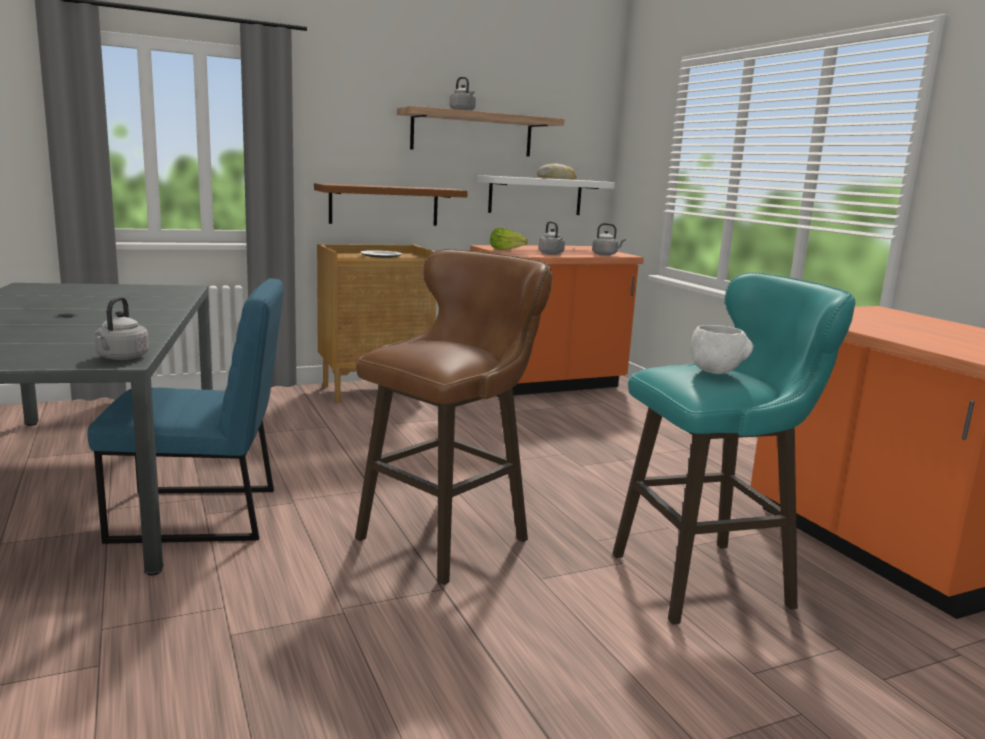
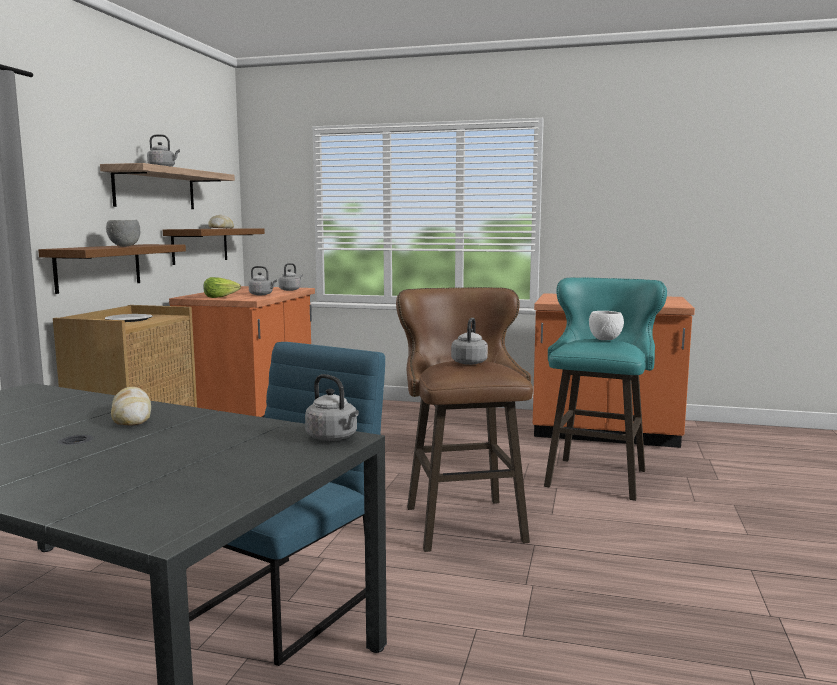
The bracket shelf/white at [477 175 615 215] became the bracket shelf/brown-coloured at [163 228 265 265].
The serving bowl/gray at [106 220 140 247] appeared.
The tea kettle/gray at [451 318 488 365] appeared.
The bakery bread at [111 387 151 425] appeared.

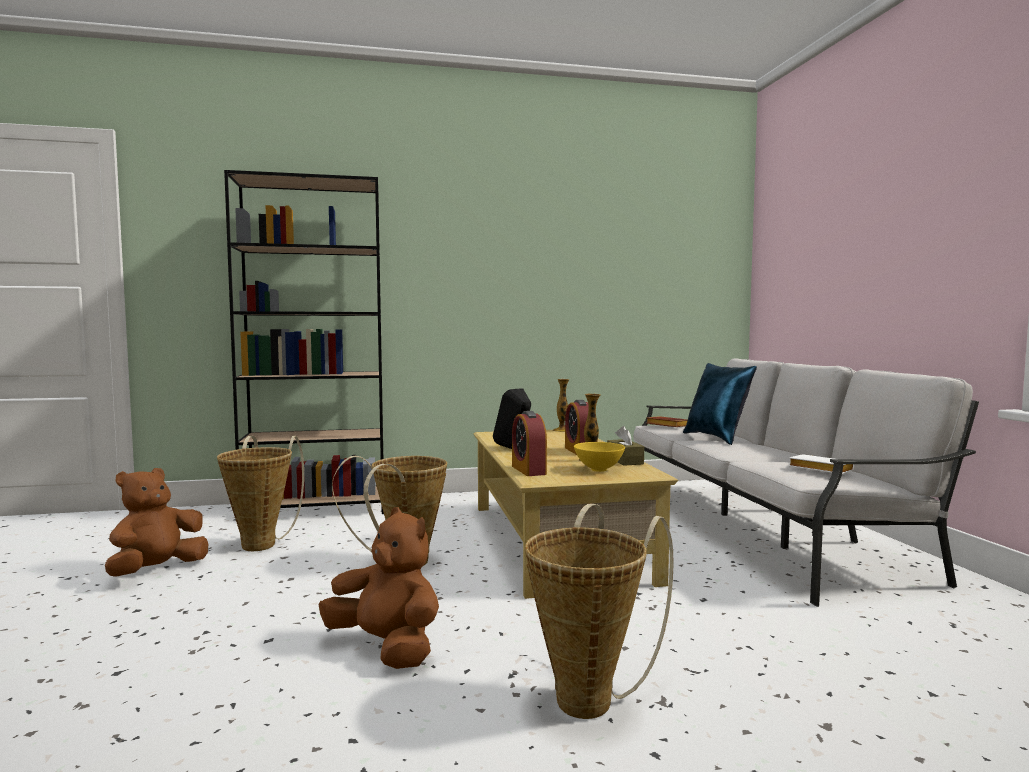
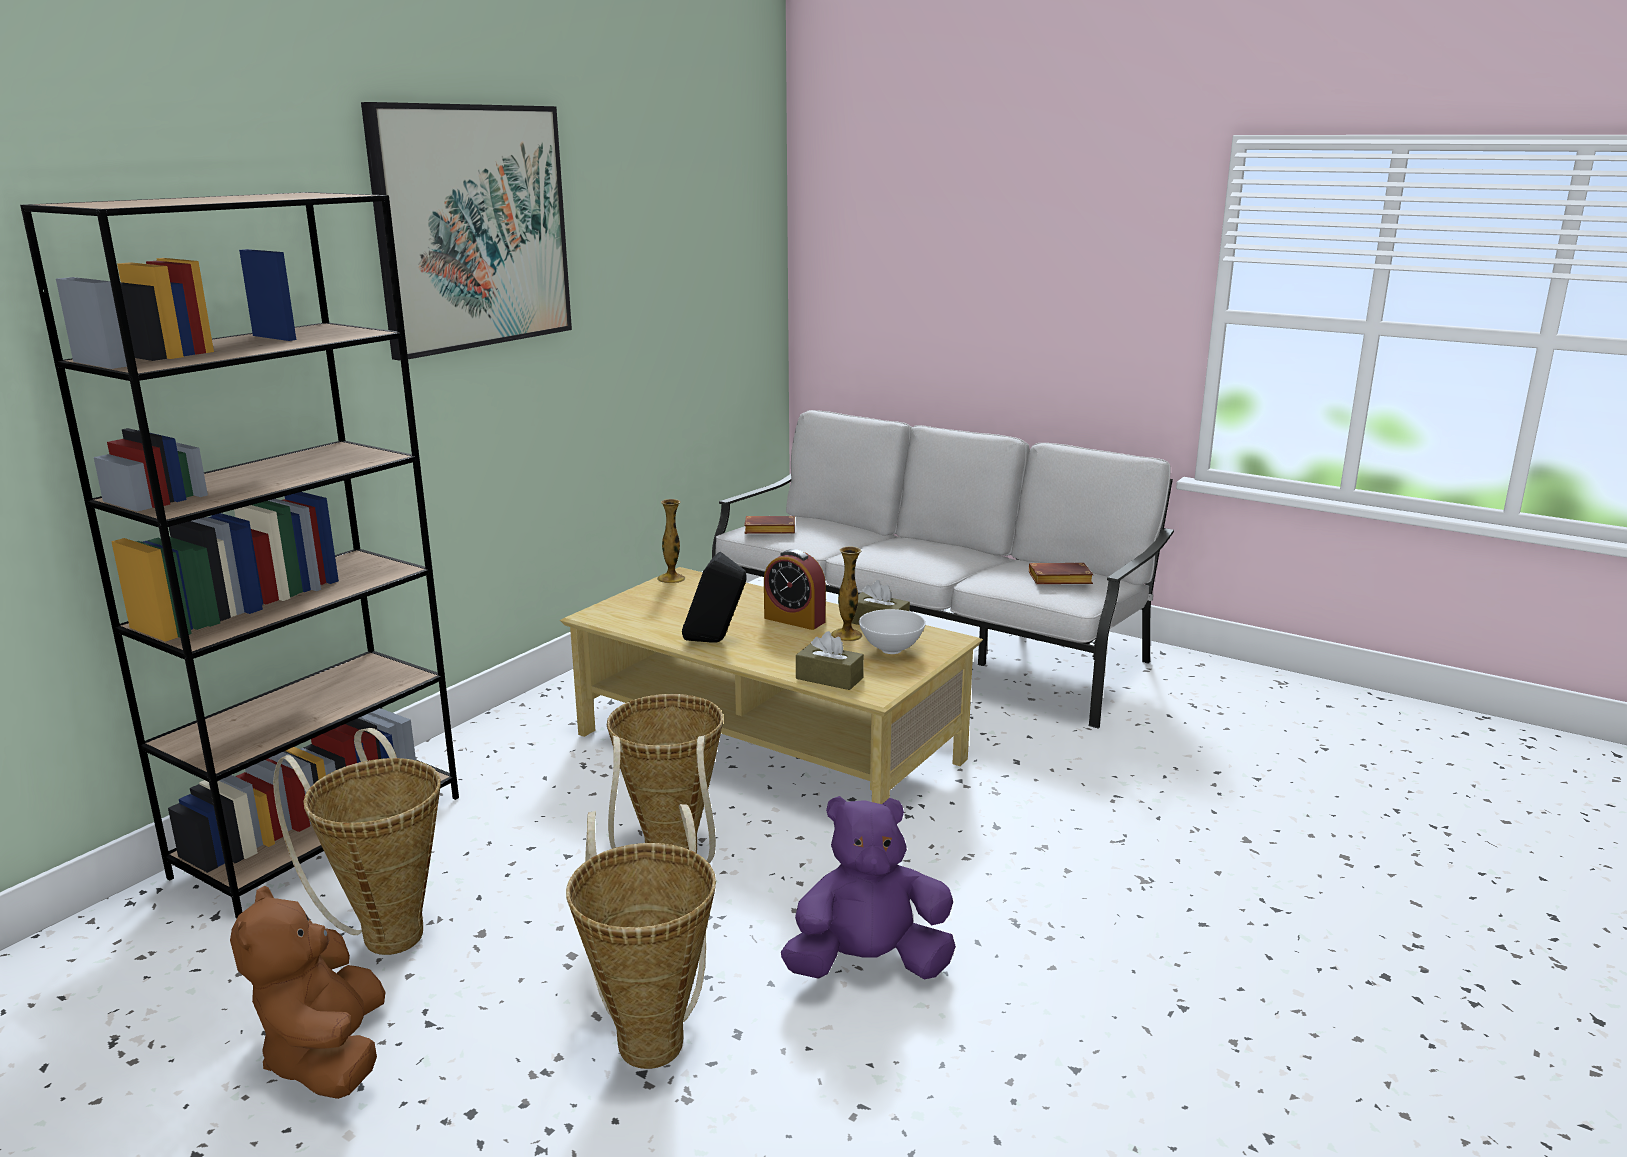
The throw pillow/blue at [683 363 757 445] disappeared.
The bedside clock at [512 411 547 476] was replaced by the tissue holder/brown-coloured at [796 631 864 690].
The serving bowl/yellowish at [574 442 625 472] became the serving bowl/white at [859 609 926 654].
The bound book/white at [789 454 854 474] became the bound book/brown-coloured at [1029 562 1094 584].
The household basket moved from [525 504 674 719] to [566 804 716 1069].
The plush toy/brown-coloured at [319 507 439 669] became the plush toy/purple at [781 796 956 979].
The wall art at [361 102 572 361] appeared.

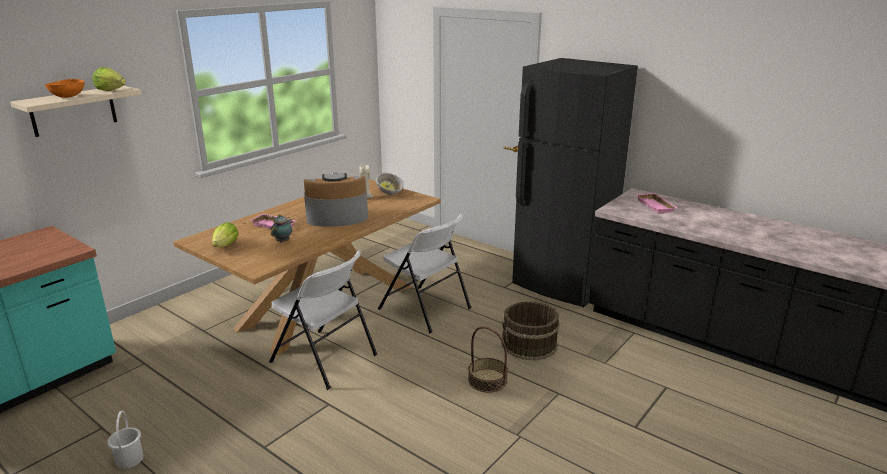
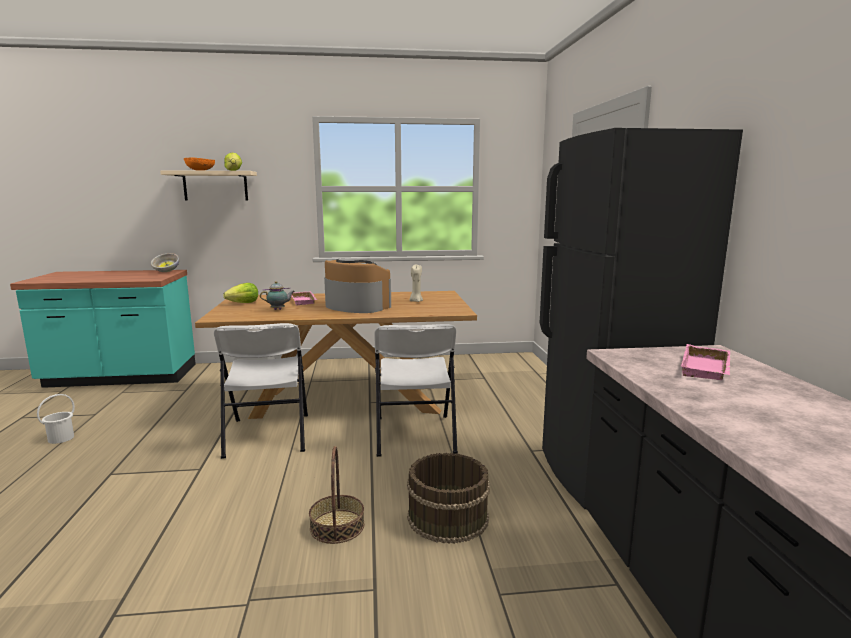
The serving bowl moved from [376 173 404 195] to [151 253 179 272].

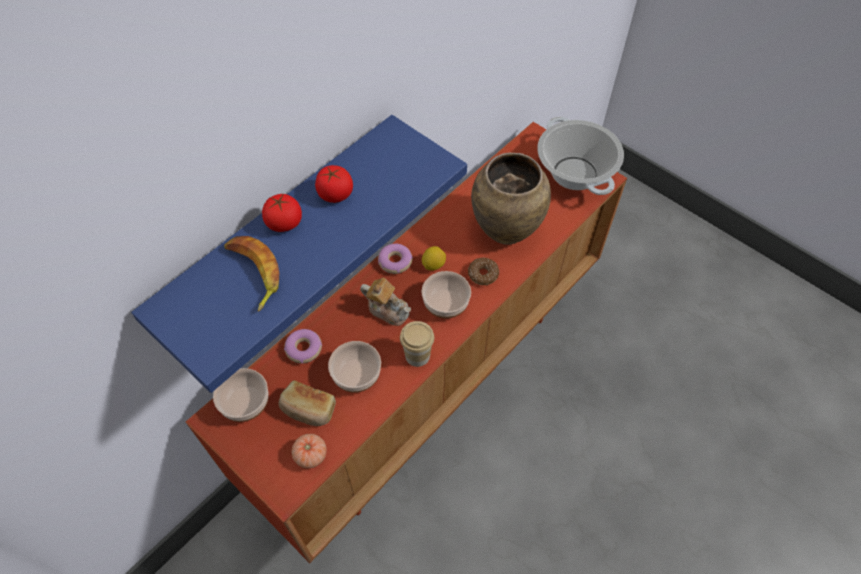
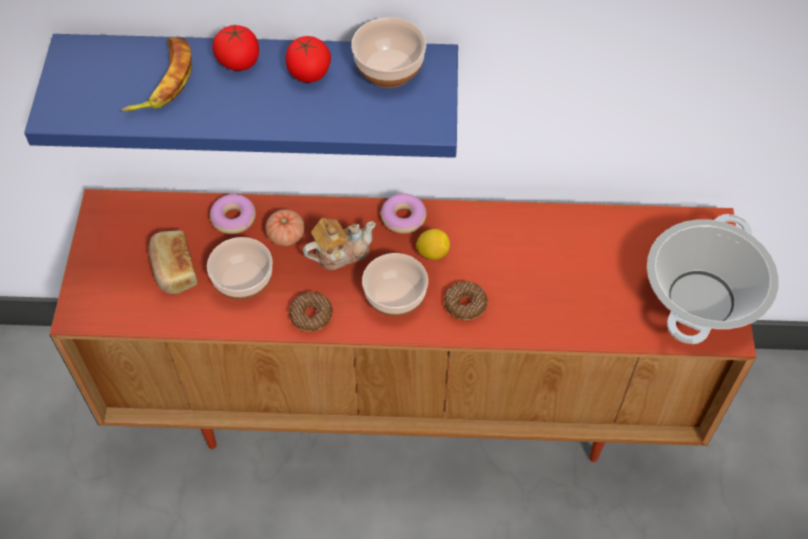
The decorative vase/brown-coloured at [471 153 551 245] disappeared.
The pot for tea at [360 278 411 326] turned 105 degrees counterclockwise.
The small cup at [400 321 434 367] was replaced by the doughnut at [289 292 333 331].
The serving bowl moved from [213 368 268 422] to [351 17 426 88].
The tomato moved from [292 434 327 468] to [265 209 305 246].

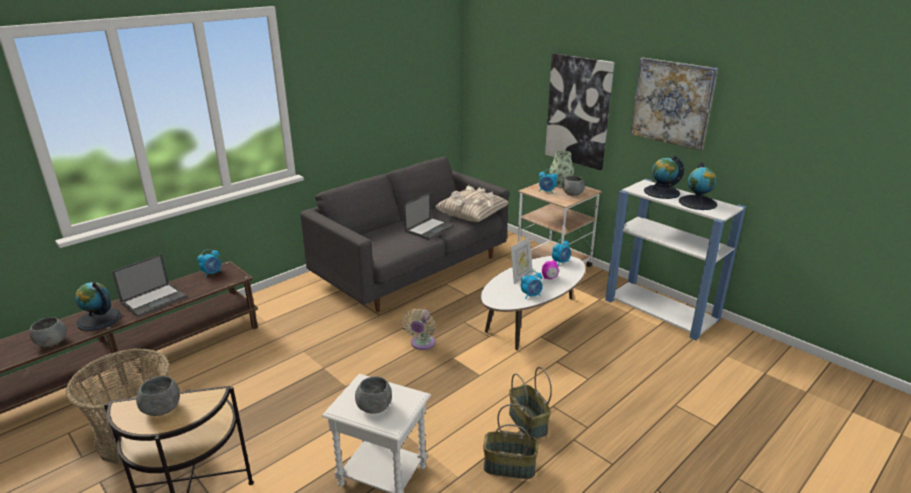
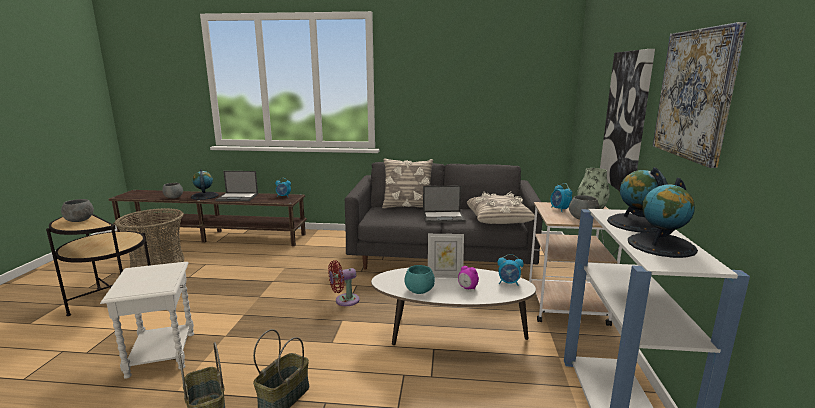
The bedside clock at [521 271 543 299] was replaced by the serving bowl/turquoise-coloured at [404 265 435 294].
The cooling fan/beige-coloured at [402 309 436 350] became the cooling fan/red at [328 260 360 306].
The serving bowl/gray at [355 376 392 414] disappeared.
The throw pillow/beige-coloured at [382 158 433 209] appeared.

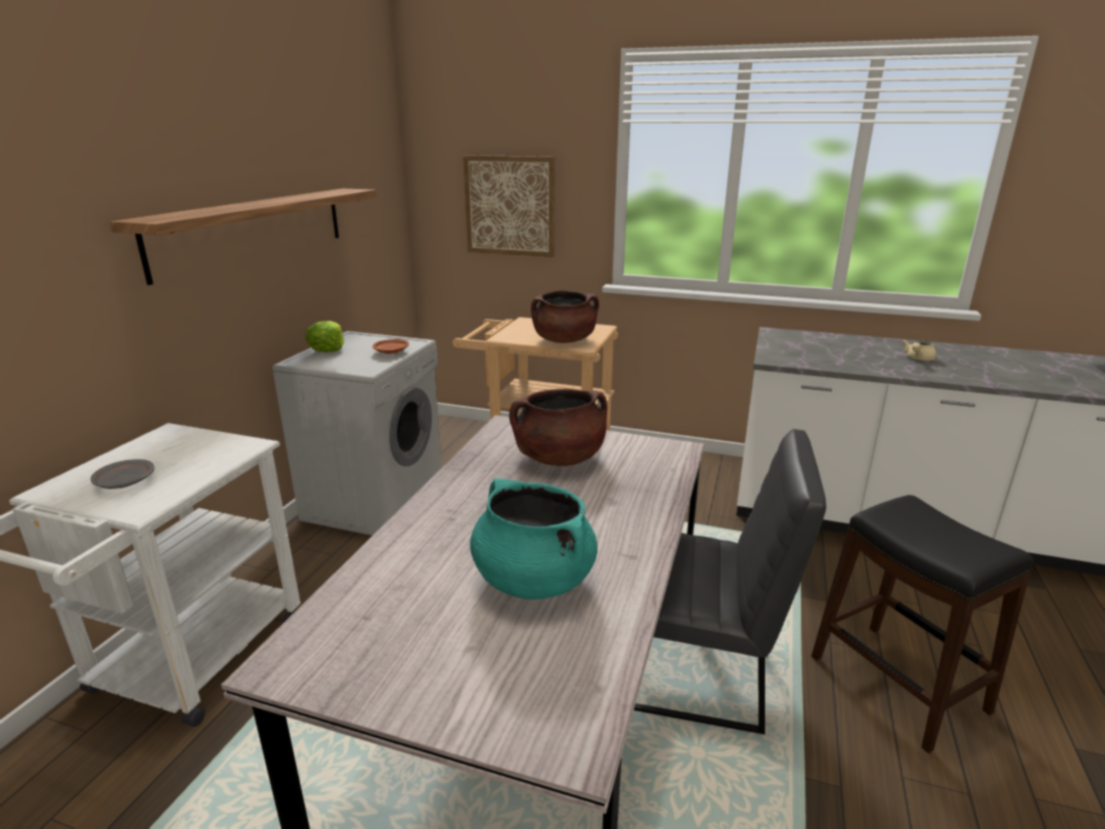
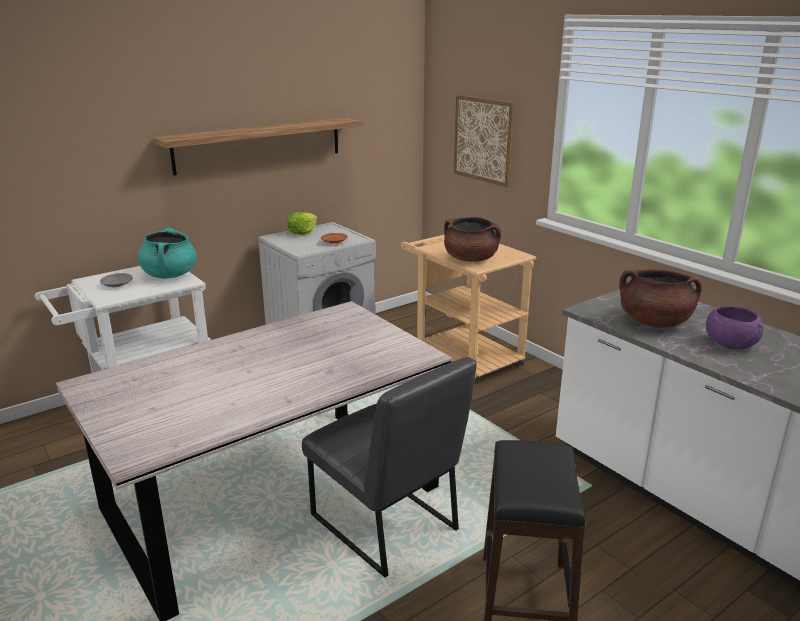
The pot for tea/beige-coloured at [902 339 937 361] was replaced by the serving bowl/purple at [706 306 763 350].
The stockpot/brown-coloured moved from [509 388 607 466] to [619 269 702 327].
The stockpot/turquoise-coloured moved from [470 478 598 599] to [138 228 197 278].

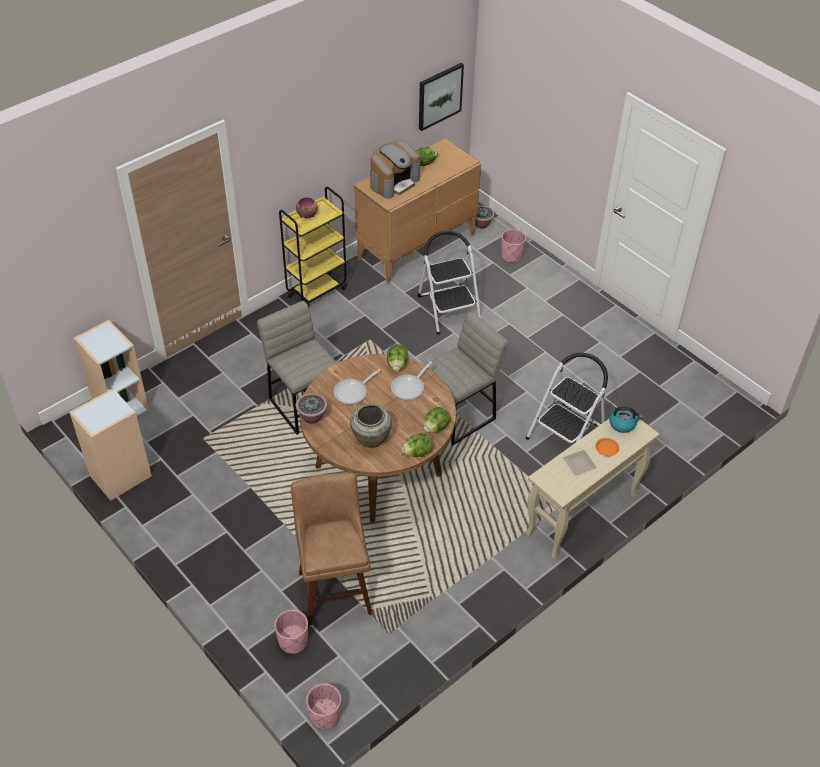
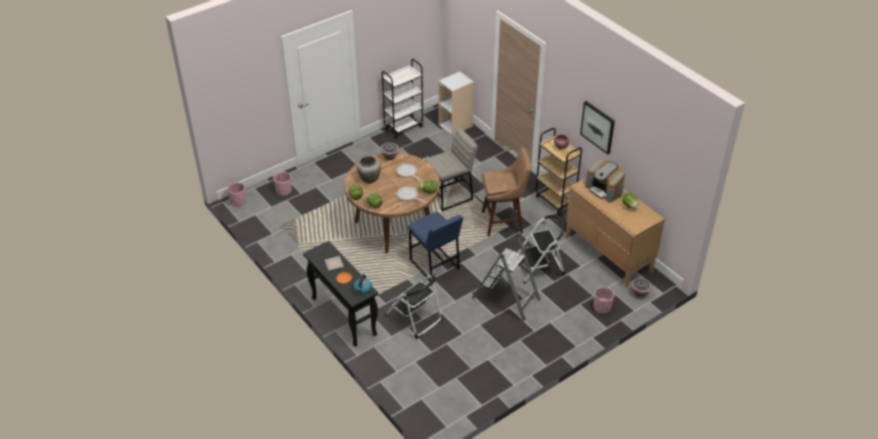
The wall art moved from [419 63 464 131] to [580 101 615 155].
The wheeled cart/yellowish at [279 187 347 307] became the wheeled cart/brown-coloured at [536 128 582 216].
The upright chair/gray at [425 312 508 445] became the upright chair/blue at [408 212 463 282].
The shelving unit at [69 388 152 501] was replaced by the wheeled cart/white at [382 59 423 139].
The hall table/beige-coloured at [526 416 659 559] became the hall table/blackish at [303 241 378 347].
The sitting stool/brown-coloured moved from [291 472 373 626] to [482 147 532 237].
The step stool/gray at [472 234 541 321] appeared.

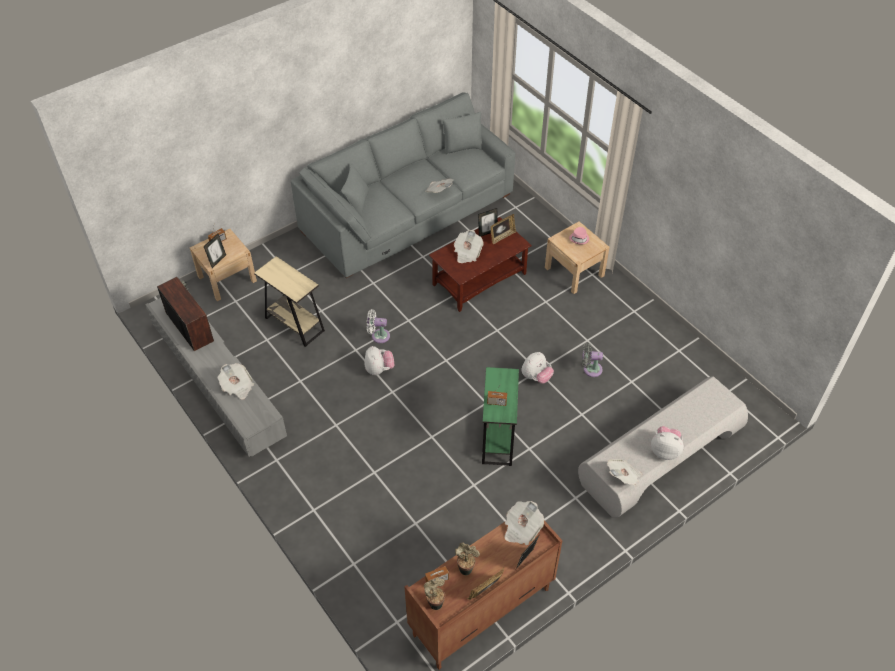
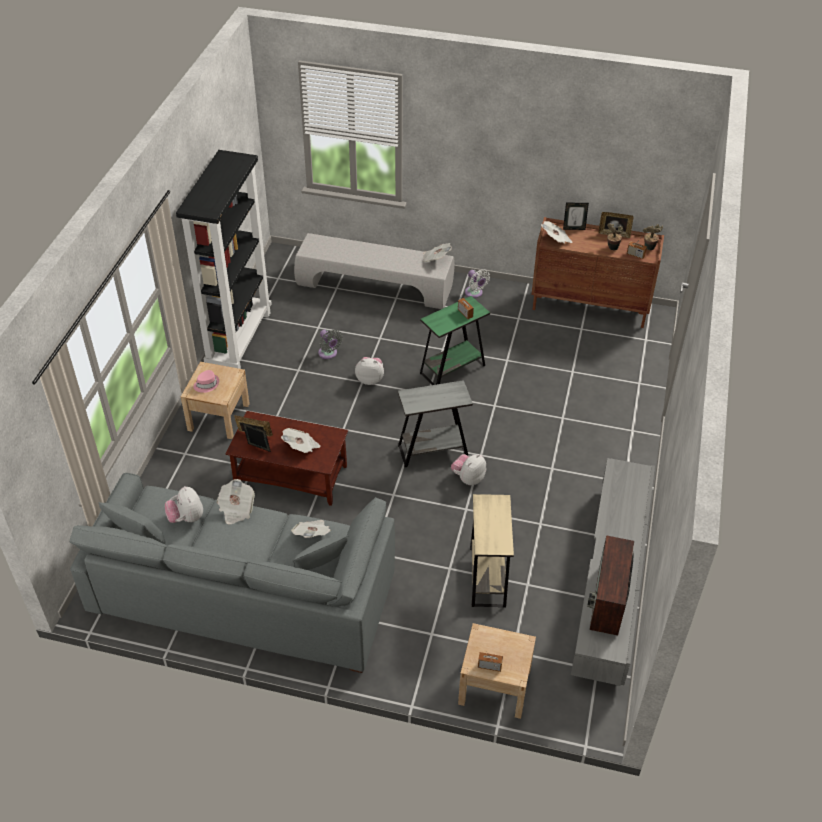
The standing frame at [204 234 226 268] disappeared.
The cooling fan/white moved from [367 309 390 343] to [465 269 490 298].
The printed paper moved from [218 363 254 400] to [291 520 331 538].
The plush toy moved from [651 426 684 460] to [165 486 203 523].
The shelving unit/blackish at [176 150 272 369] appeared.
The side table/gray at [398 380 473 467] appeared.

